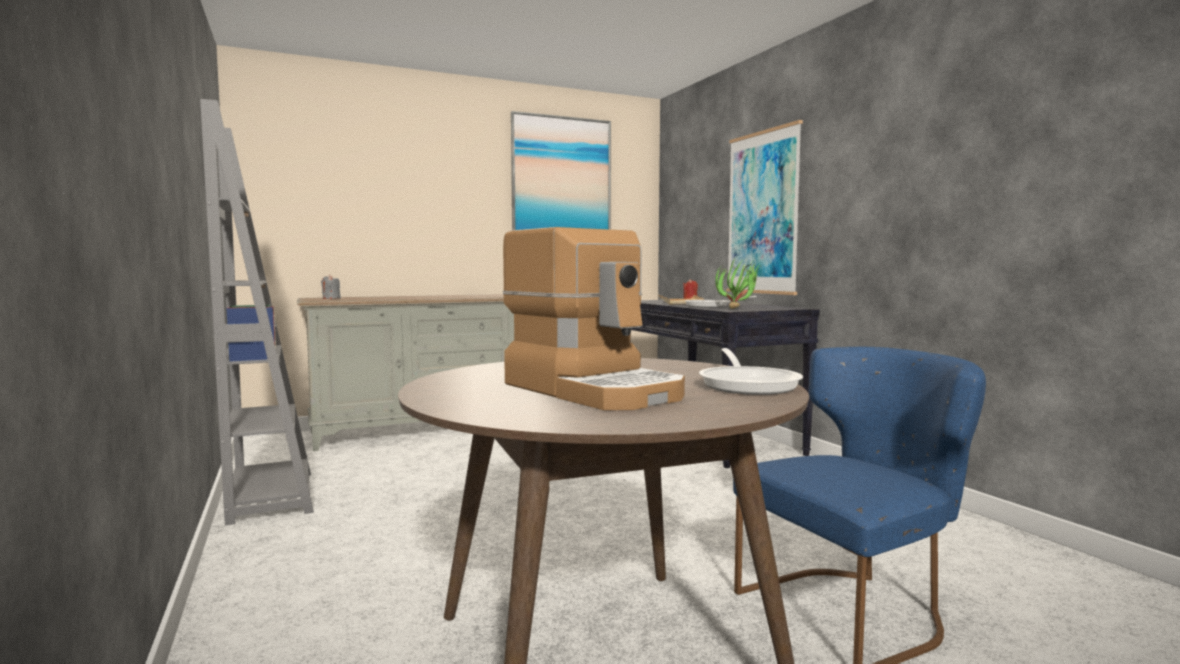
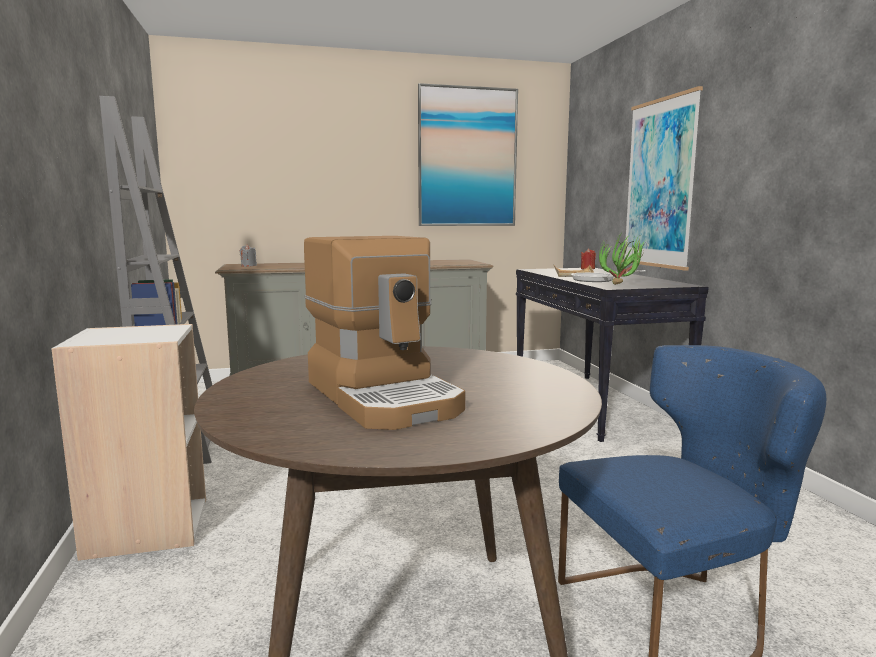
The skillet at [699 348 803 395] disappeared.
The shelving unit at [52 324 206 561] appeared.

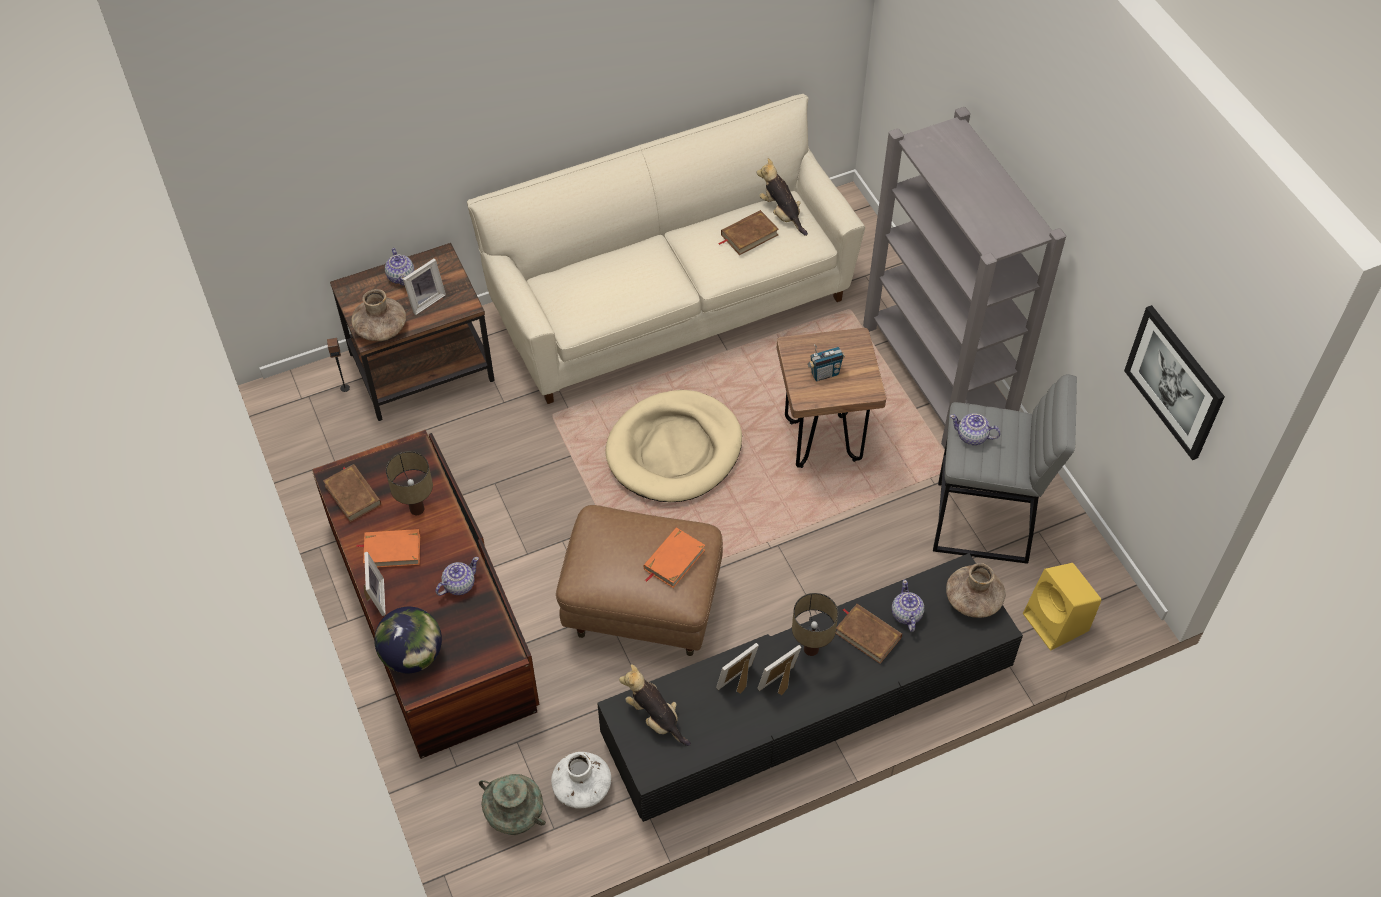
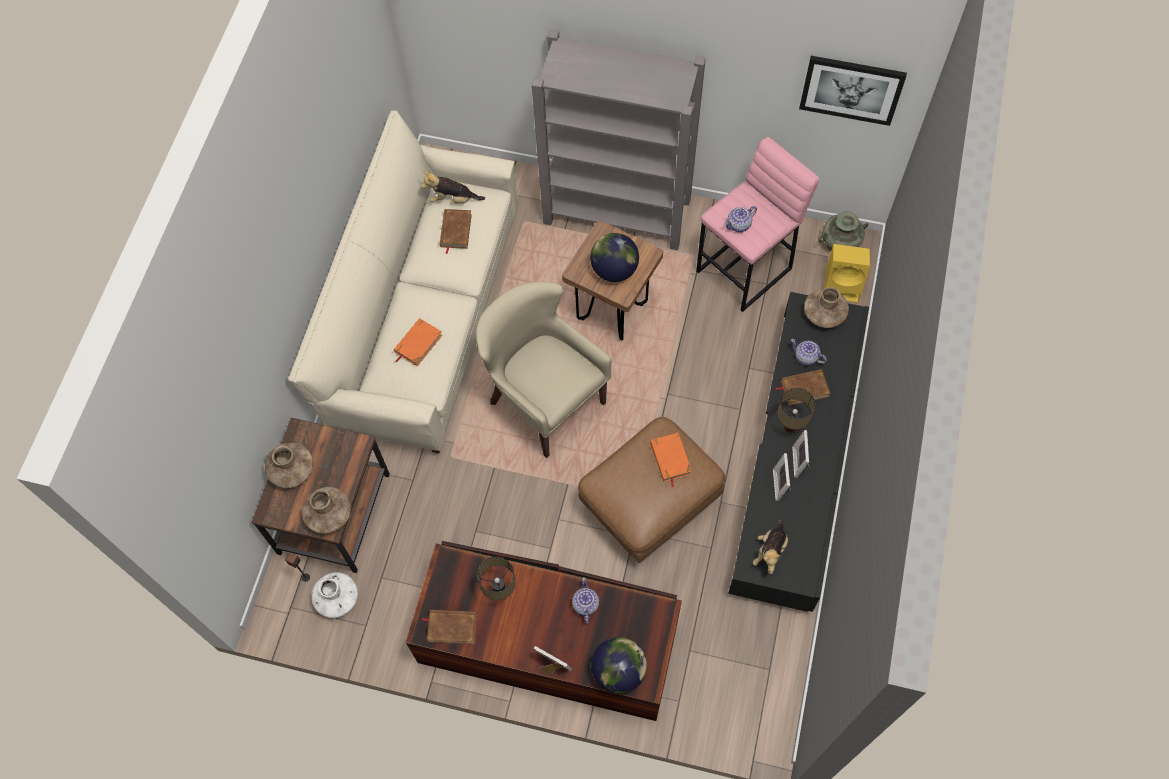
The pot for tea at [385 248 414 285] was replaced by the decorative vase/brown-coloured at [265 443 313 489].
The standing frame at [403 258 446 315] disappeared.
The radio receiver at [807 344 845 381] was replaced by the globe at [590 233 639 282].
The sitting stool/gray at [933 374 1077 564] became the sitting stool/pinkish at [696 137 819 312].
The dog cushion/beige-coloured at [605 390 742 502] was replaced by the armchair/beige-coloured at [476 282 612 458].
The bound book/orangey moved from [356 529 420 567] to [394 318 442 367].
The plush toy at [619 664 691 746] turned 60 degrees counterclockwise.
The decorative vase/white moved from [551 752 611 808] to [311 572 358 618].
The decorative vase/turquoise-coloured moved from [479 774 546 835] to [818 211 869 252].

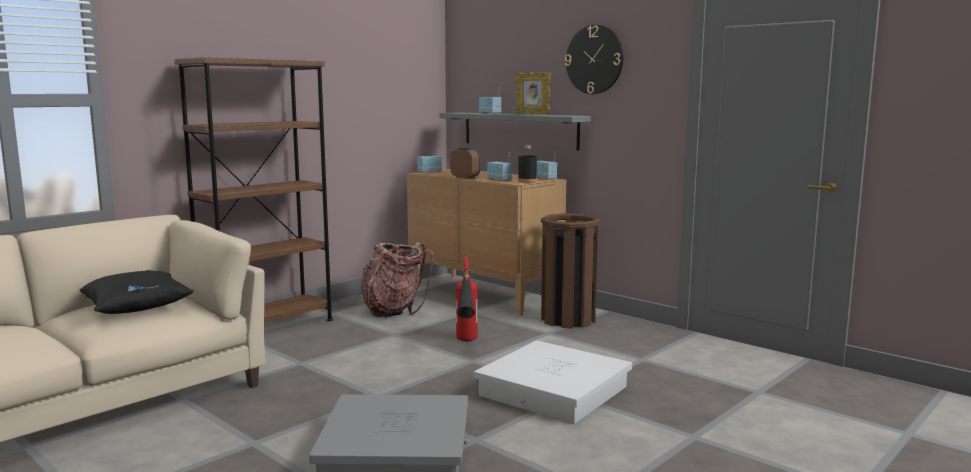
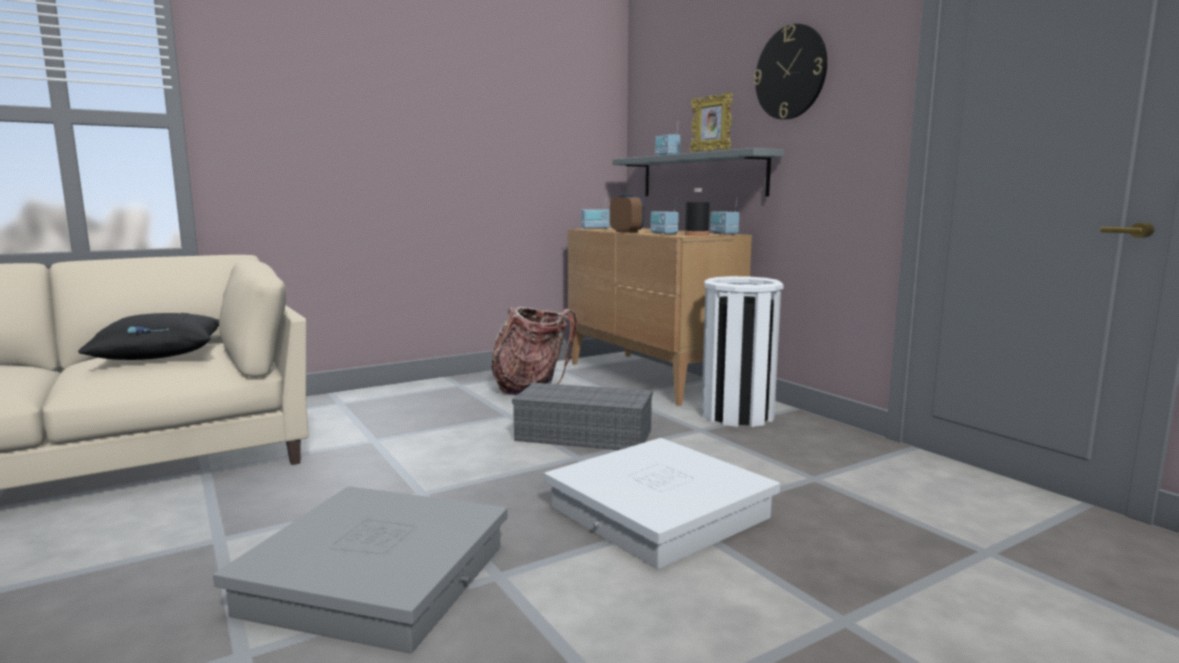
The shelving unit/brown-coloured at [174 57 333 323] disappeared.
The trash can/brown-coloured at [541 213 600 328] became the trash can/white at [701 276 784 427].
The extinguisher at [456 257 478 341] was replaced by the storage bin/gray at [512 383 653 450].

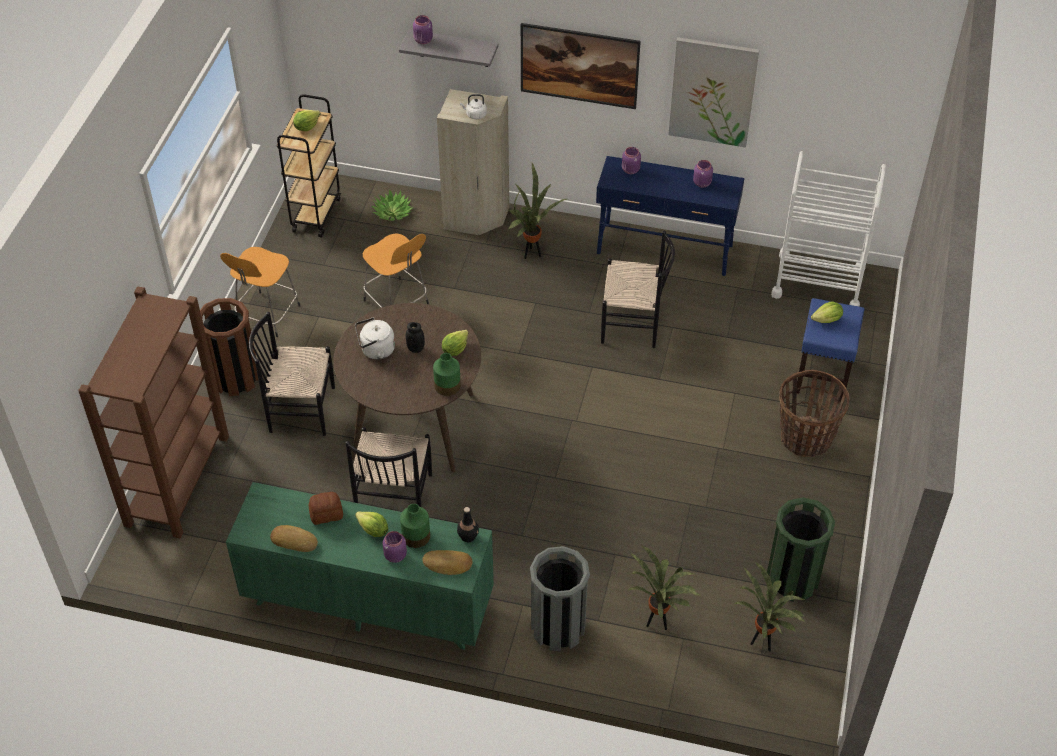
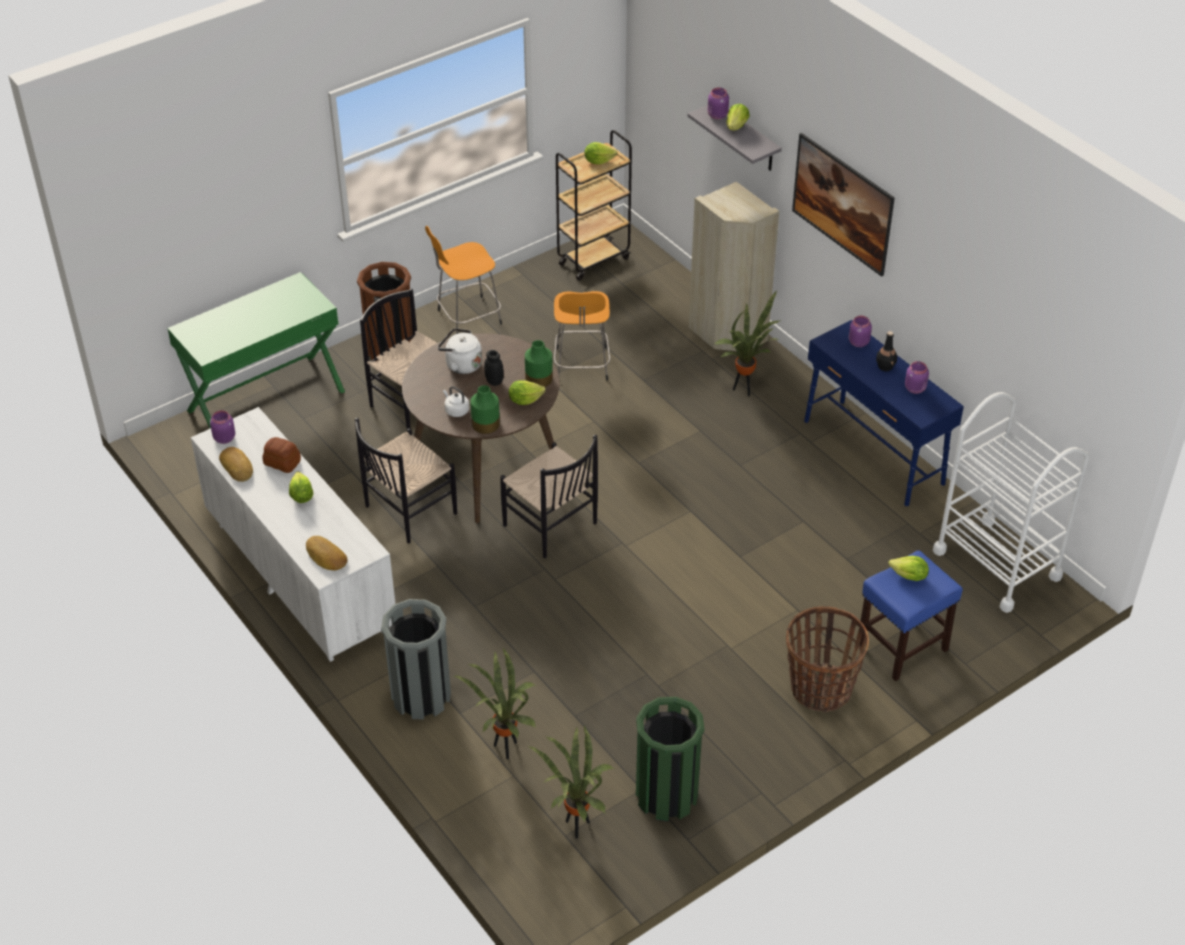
The wall art at [668 37 759 147] disappeared.
The tea kettle/white moved from [460 94 487 119] to [443 386 469 417].
The potted plant at [372 189 413 221] disappeared.
The upright chair/blackish moved from [601 231 675 348] to [500 435 598 558].
The shelving unit/brown-coloured at [78 287 229 538] was replaced by the hall table/greenish at [167 272 345 428].
The drawer chest/greenish at [226 482 494 650] became the drawer chest/white at [191 407 395 662].
The decorative vase/greenish moved from [400 504 430 548] to [525 340 553 387].
The beverage bottle/blackish moved from [457 507 479 542] to [876 331 897 371].
The jar/purple moved from [382 531 407 563] to [210 410 235 444].
The lettuce at [727 104 750 131] appeared.

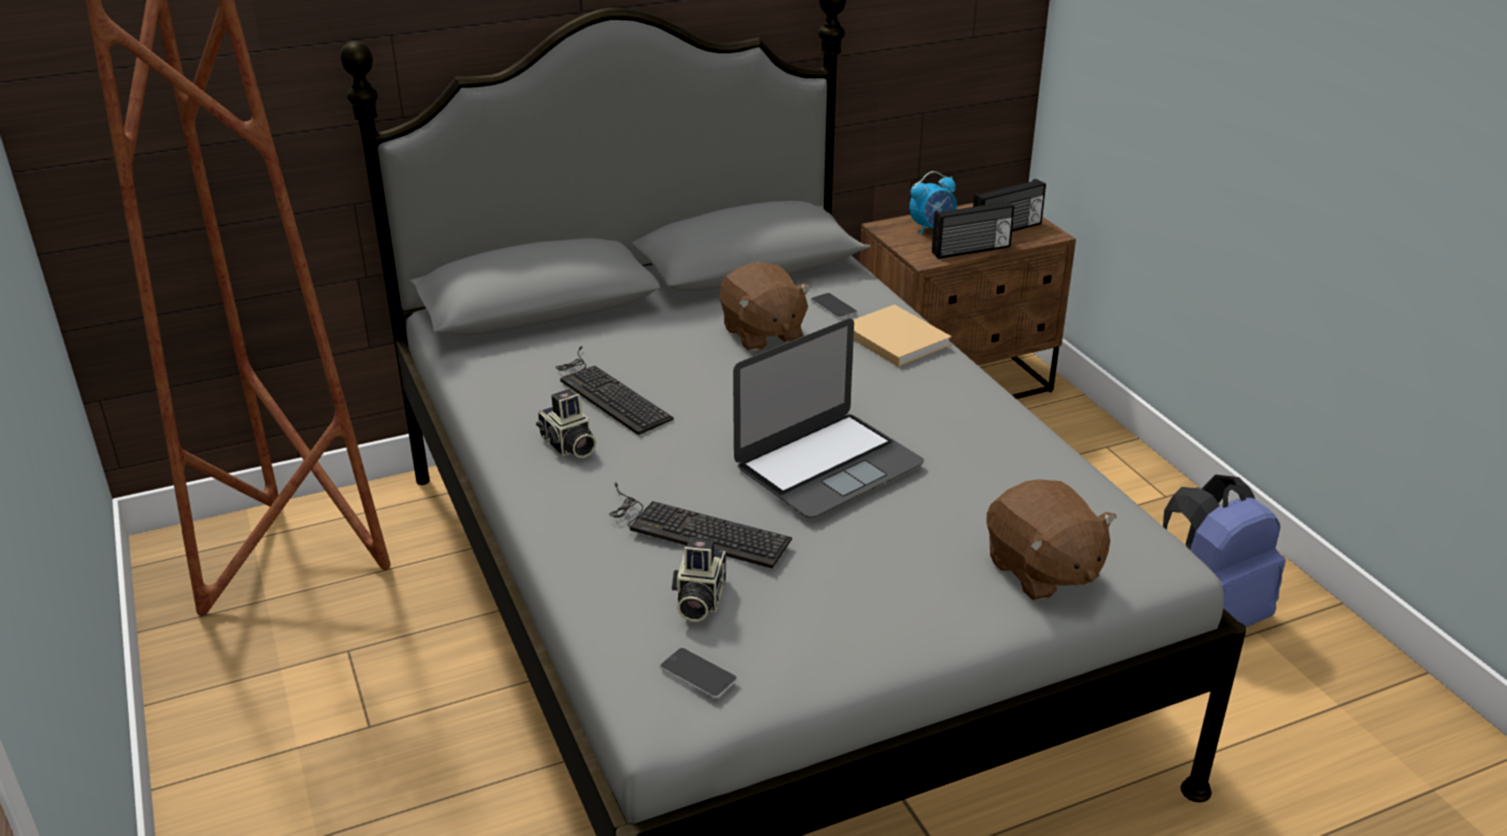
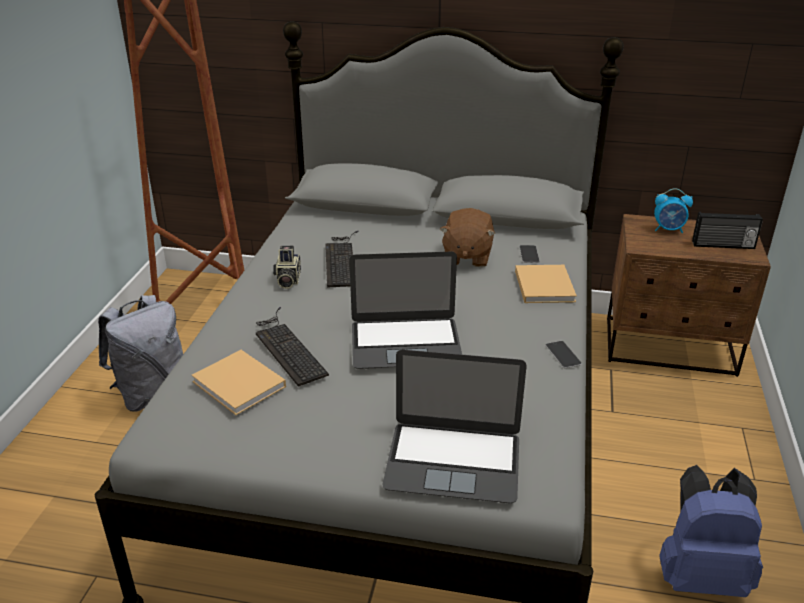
The radio receiver at [932 200 1015 259] disappeared.
The plush toy/brown-coloured at [986 479 1117 601] was replaced by the notebook computer at [383 350 527 503].
The still camera at [672 537 726 622] was replaced by the bound book/beige-coloured at [191 350 286 415].
The phone moved from [659 648 738 698] to [545 341 582 368].
The knapsack/gray at [98 295 183 412] appeared.

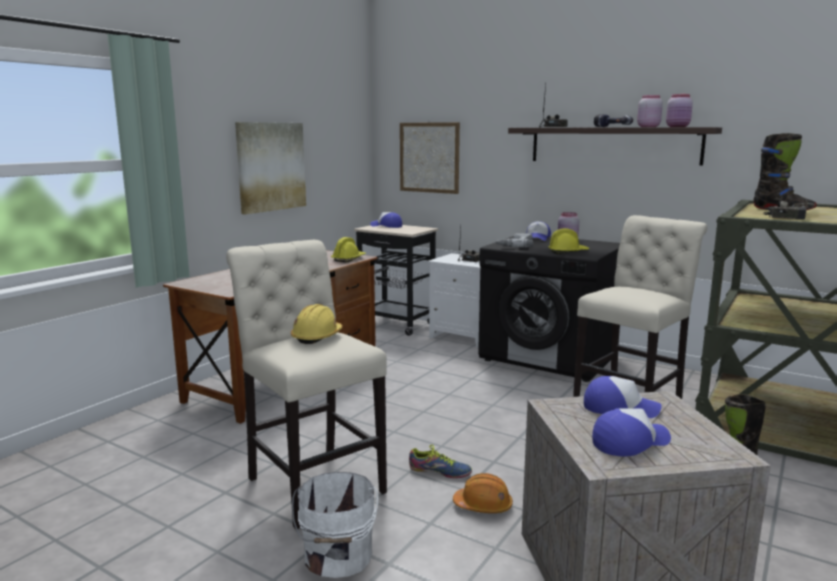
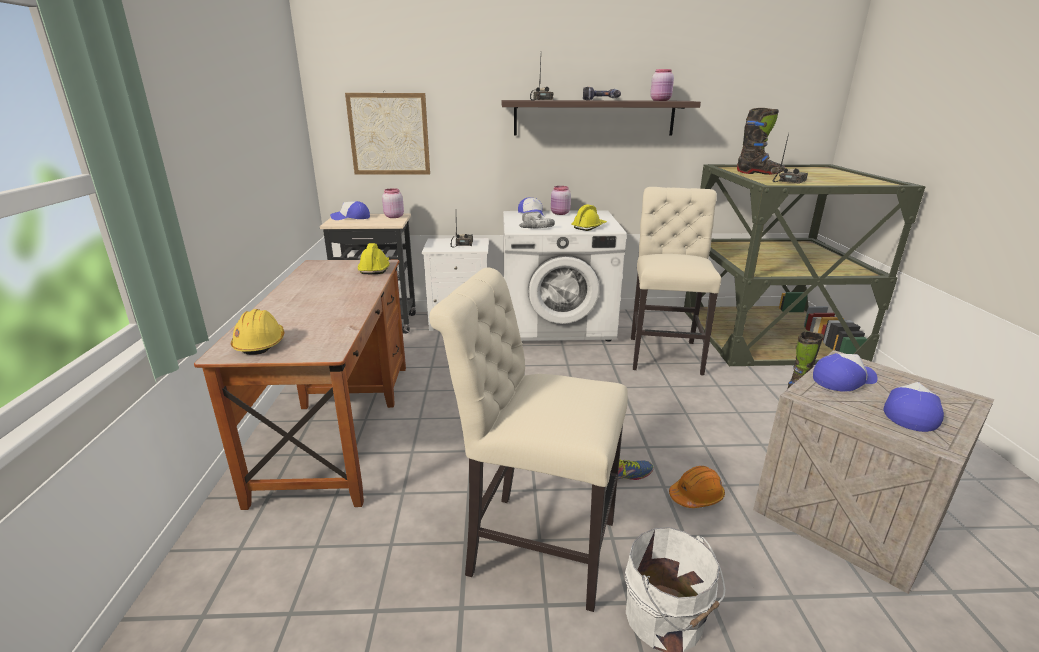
The jar/pinkish moved from [637 95 663 127] to [382 188 404 218].
The wall art at [235 122 306 215] disappeared.
The radio receiver at [757 159 806 220] turned 45 degrees counterclockwise.
The laundry machine/blackish at [478 236 620 382] became the laundry machine/white at [503 210 627 341].
The safety helmet/yellowish moved from [291 304 342 344] to [231 309 284 355].

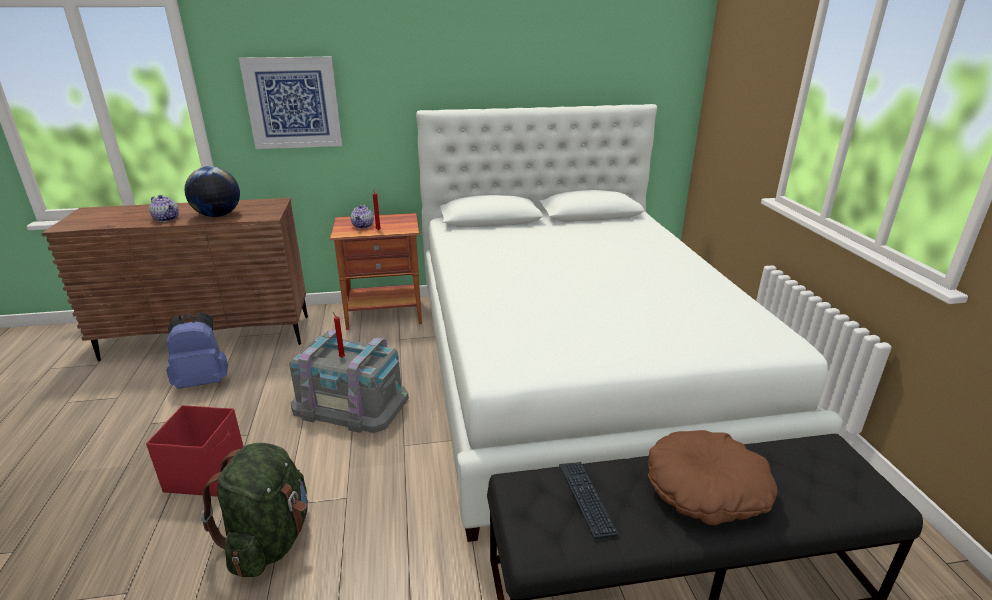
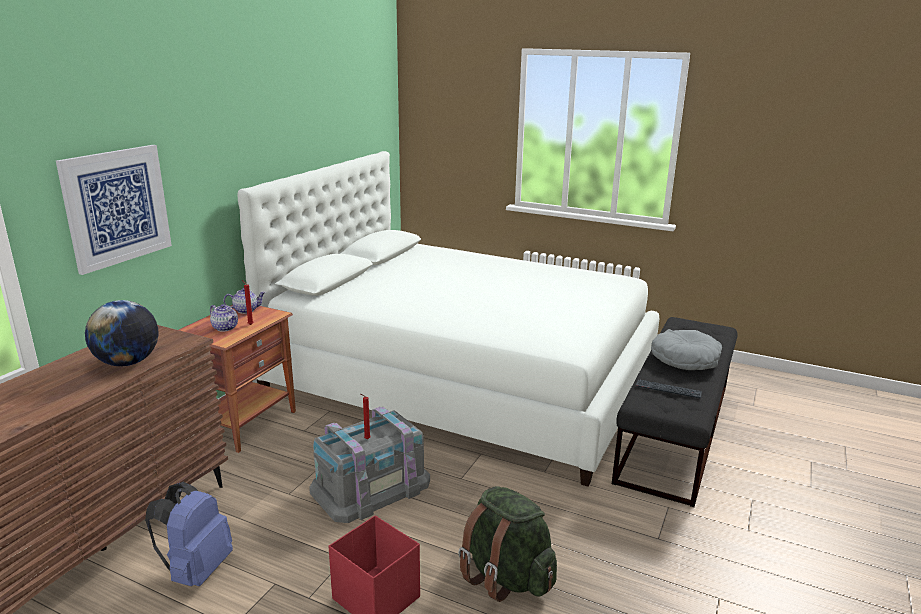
The pot for tea moved from [149 195 179 222] to [223 288 266 314].
The throw pillow/brown-coloured at [648 430 778 525] became the throw pillow/gray at [651 329 722 370].

